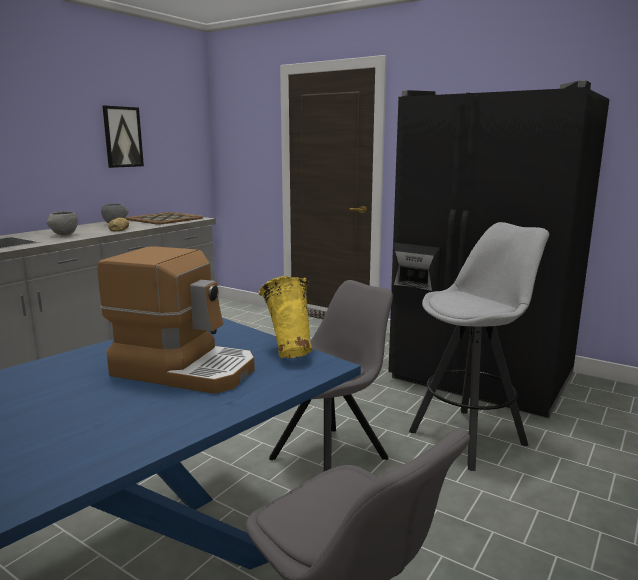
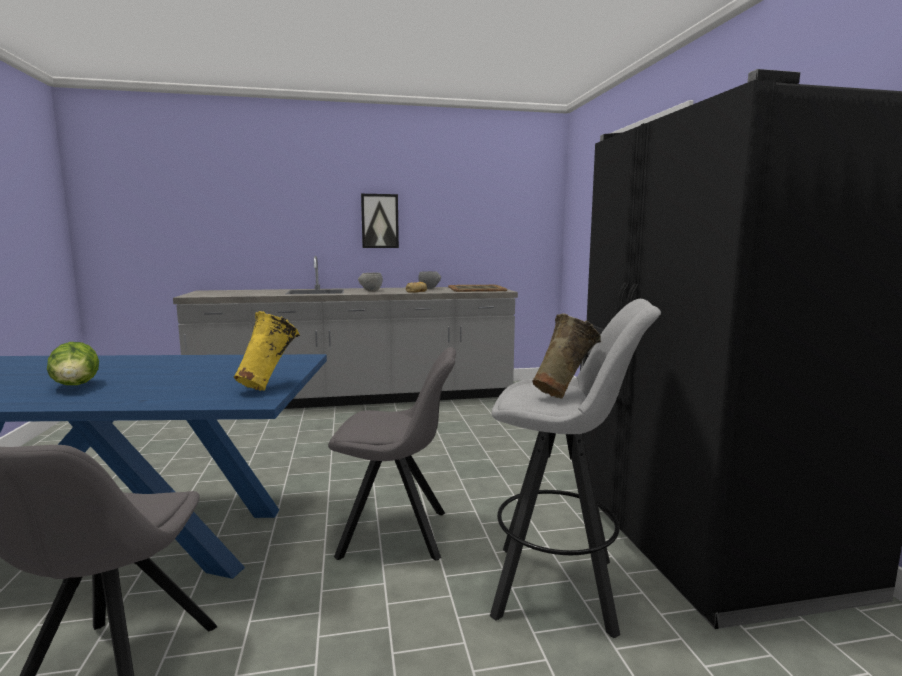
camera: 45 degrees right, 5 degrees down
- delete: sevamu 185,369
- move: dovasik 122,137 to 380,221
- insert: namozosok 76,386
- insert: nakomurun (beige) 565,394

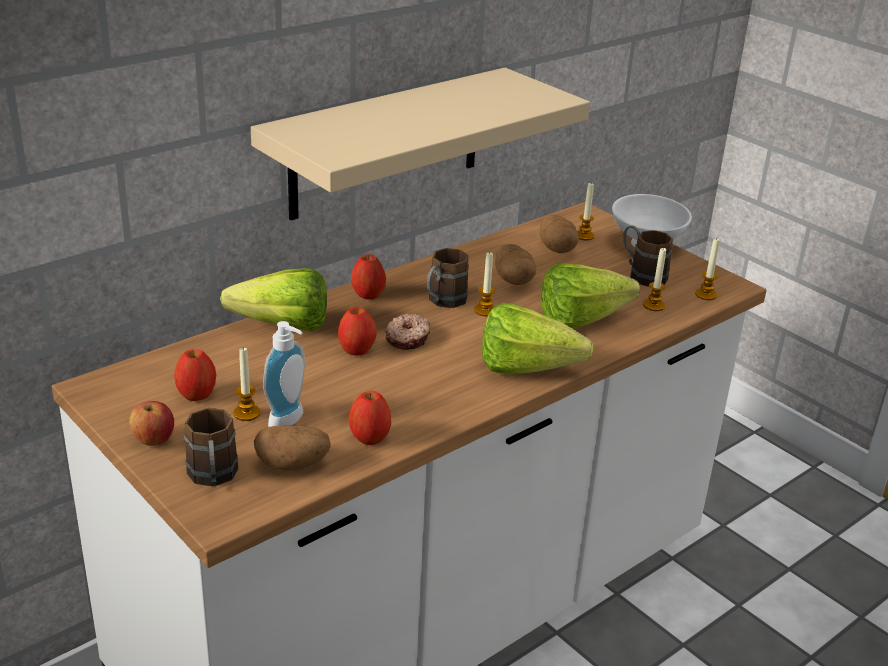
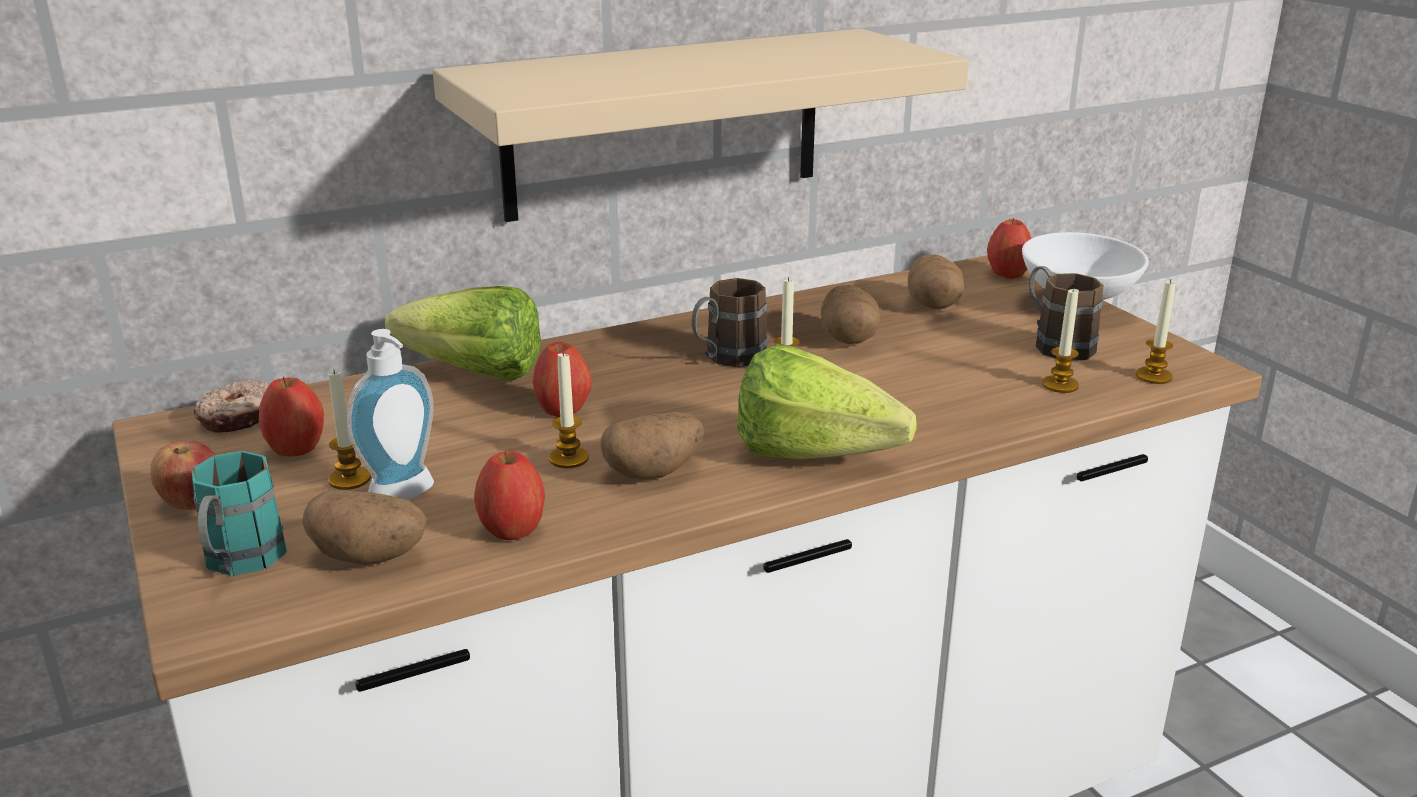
camera: 15 degrees right, 5 degrees down
- recolor: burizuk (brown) 213,478 to burizuk (turquoise) 239,564
- move: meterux 368,295 to 1007,274
- move: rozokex 408,338 to 240,418
- delete: namozosok 589,320
- move: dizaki 584,236 to 569,458
- insert: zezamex 653,472

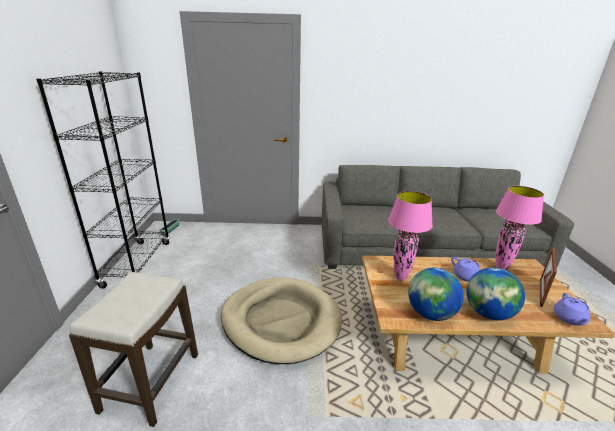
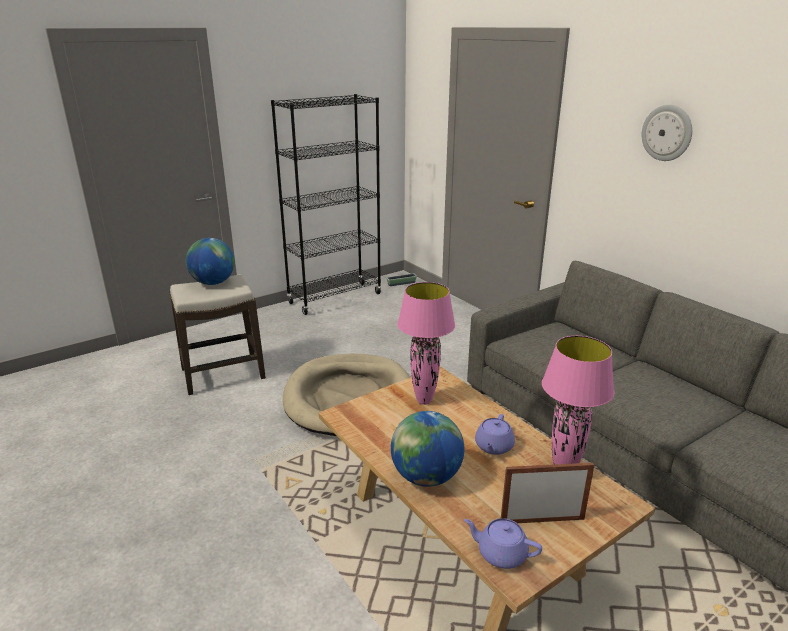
camera: 55 degrees right, 0 degrees up
- move: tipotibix 430,314 to 213,283
- rotate: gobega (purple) 569,318 = 501,553 45 degrees clockwise
- insert: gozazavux 667,133

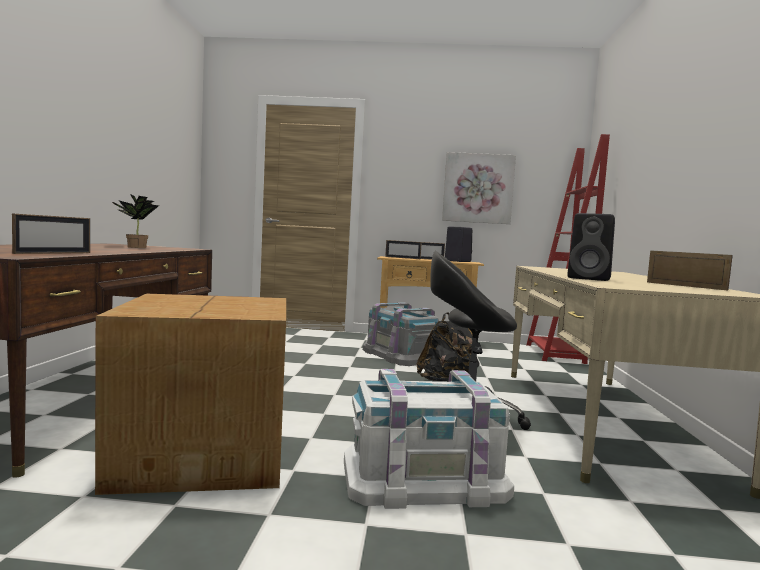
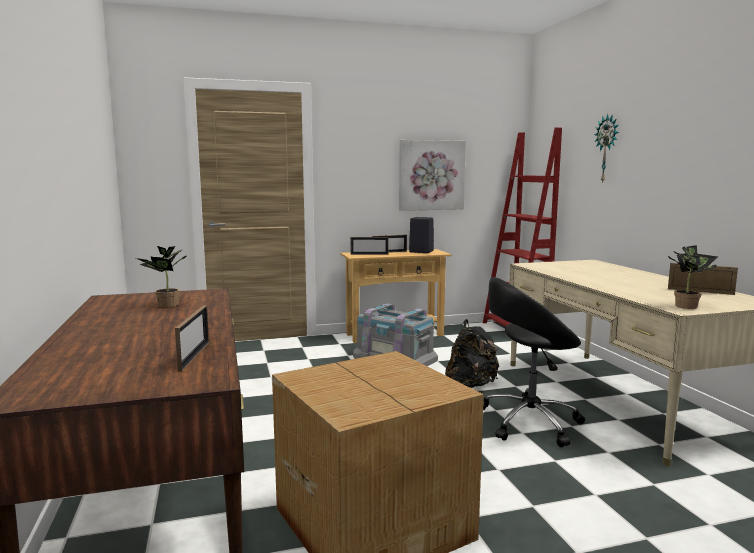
camera: 20 degrees left, 5 degrees up
- delete: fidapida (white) 424,477
- delete: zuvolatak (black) 590,279
- insert: gozazavux 607,148
- insert: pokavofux 687,306

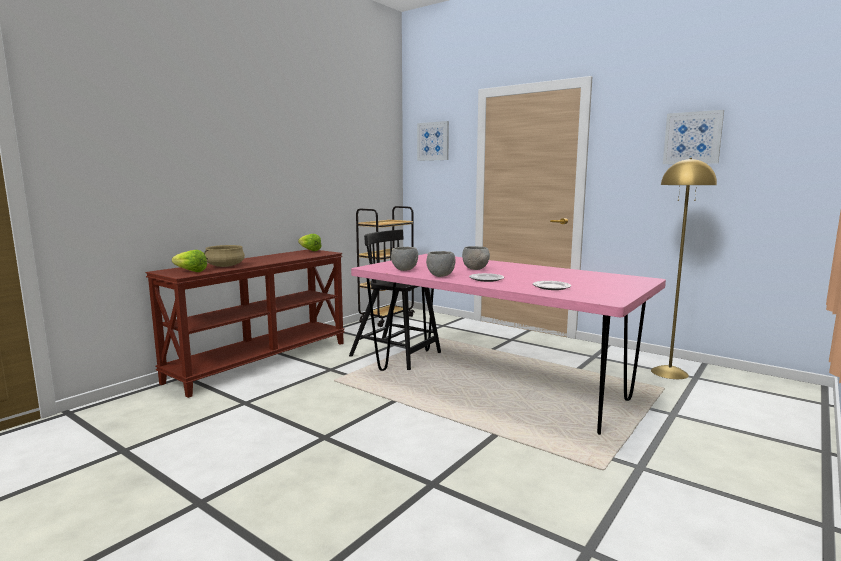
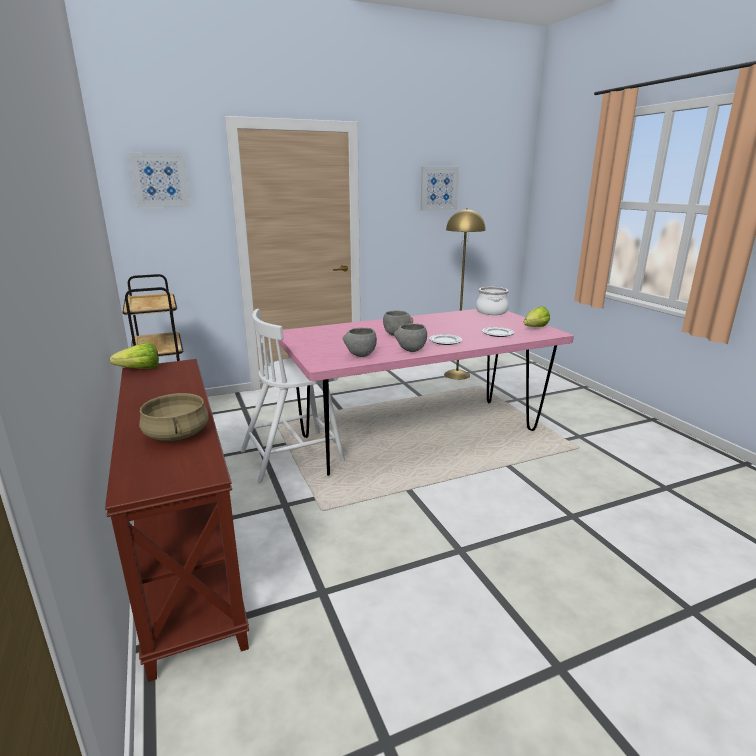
camera: 60 degrees left, 10 degrees up
- move: namozosok 189,271 to 532,328
- recolor: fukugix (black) 397,355 to fukugix (white) 294,455
- insert: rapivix 491,312

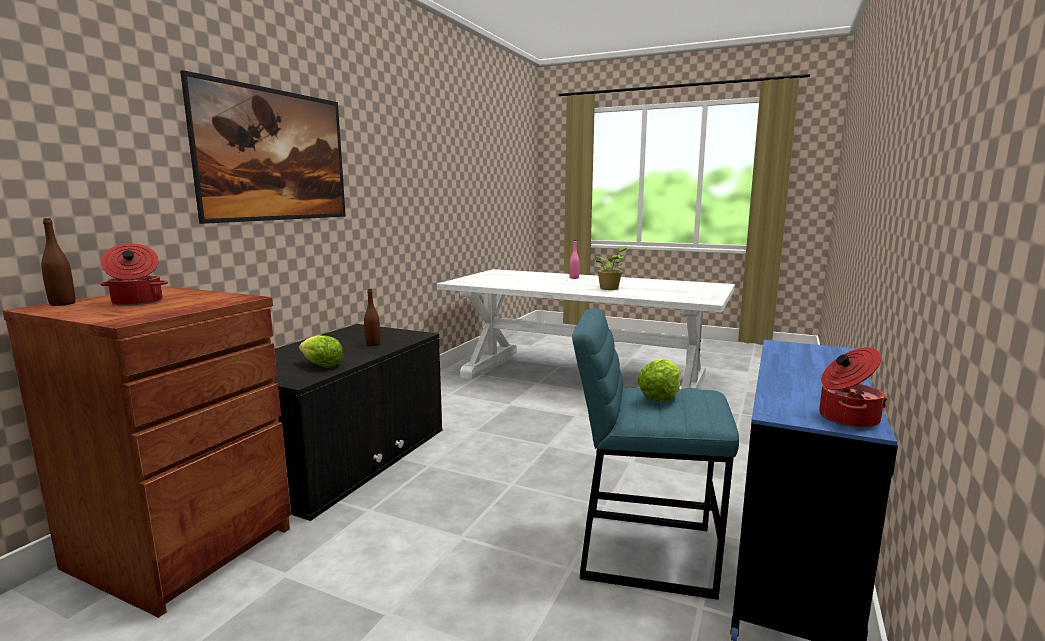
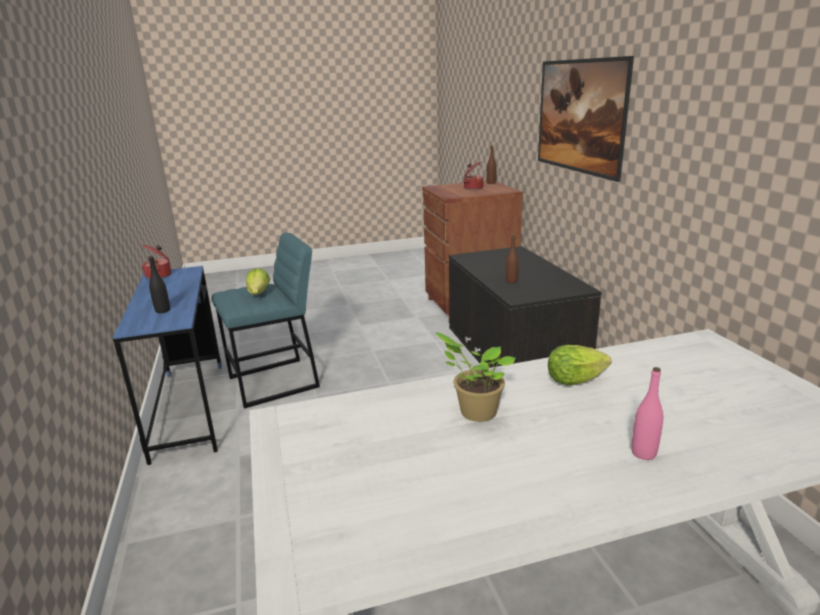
camera: 140 degrees right, 10 degrees up
- move: namozosok 321,365 to 574,380
- insert: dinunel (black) 162,310

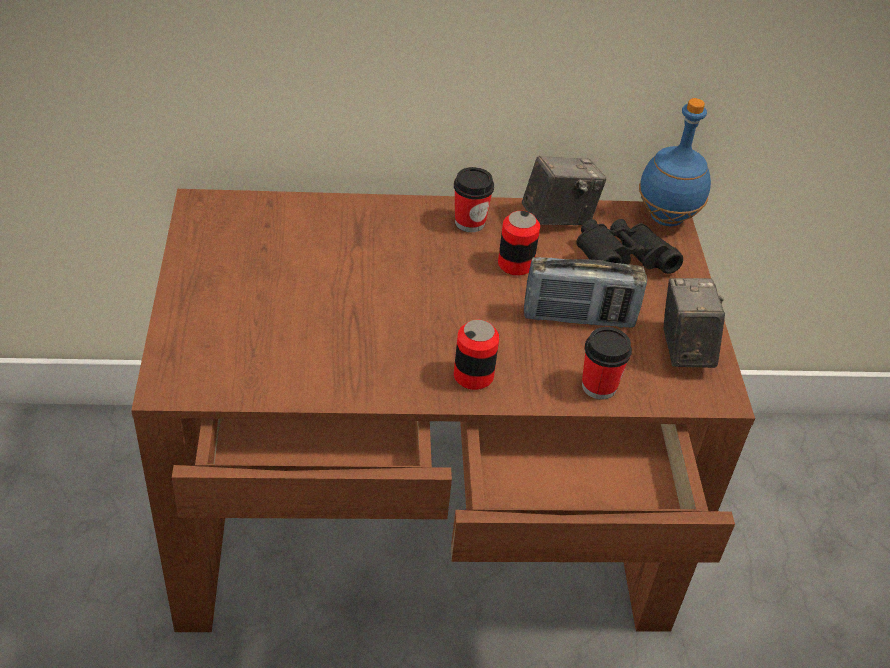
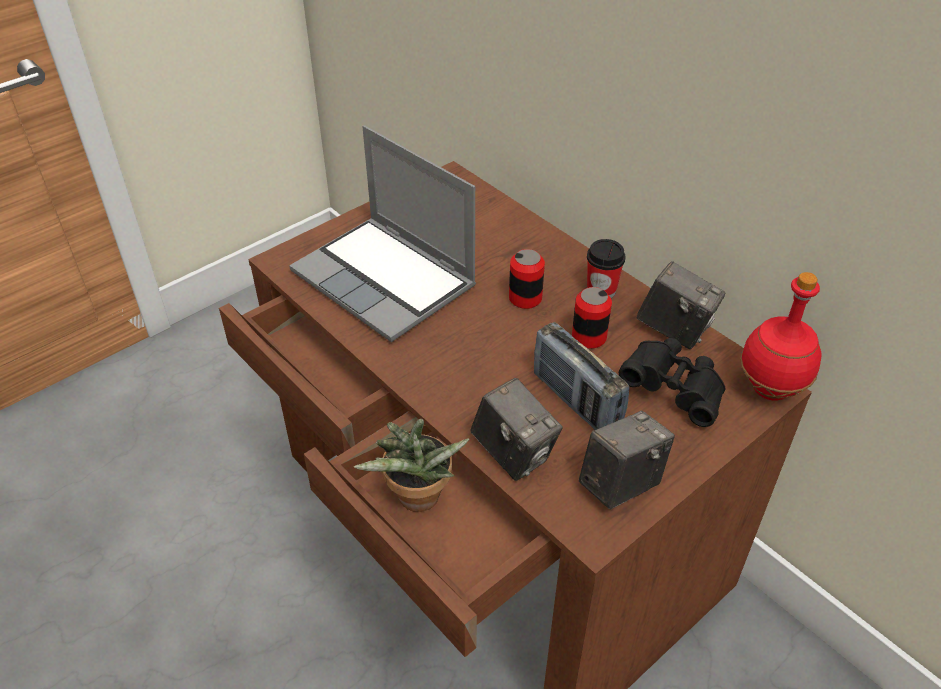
camera: 55 degrees right, 0 degrees up
- move: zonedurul 473,376 to 525,298
- replace: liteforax 599,386 to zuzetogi 514,453
- recolor: dinunel (blue) 665,217 to dinunel (red) 769,388
- insert: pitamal 387,280
- insert: pokavofux 417,501

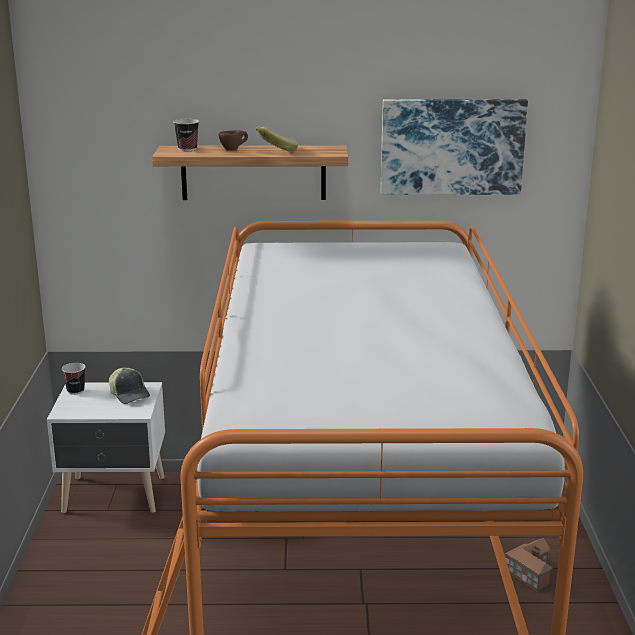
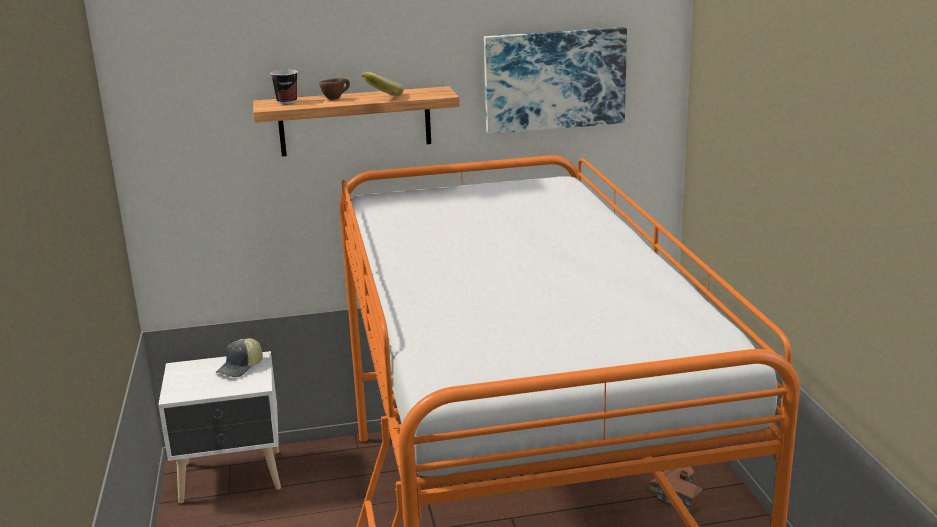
camera: 10 degrees left, 0 degrees up
- delete: liteforax 75,391
- rotate: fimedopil 130,394 = 241,368 75 degrees clockwise

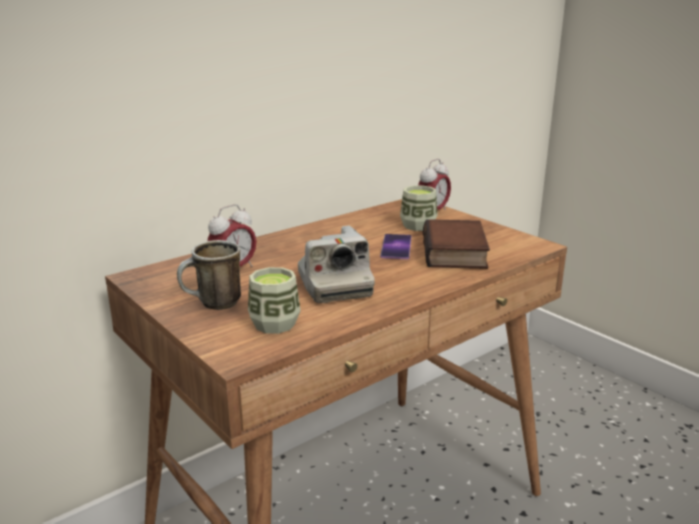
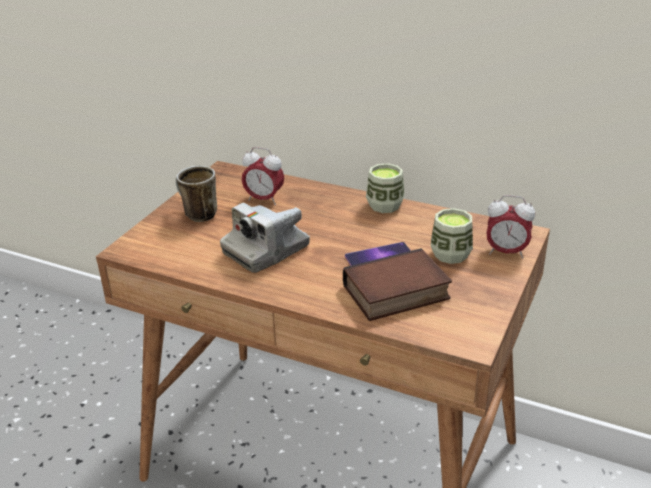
camera: 65 degrees right, 10 degrees up
- move: liteforax 274,324 to 385,205

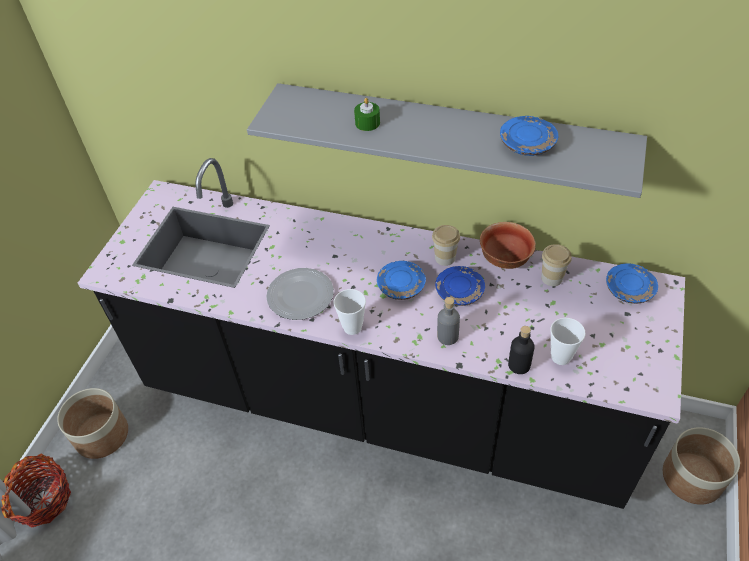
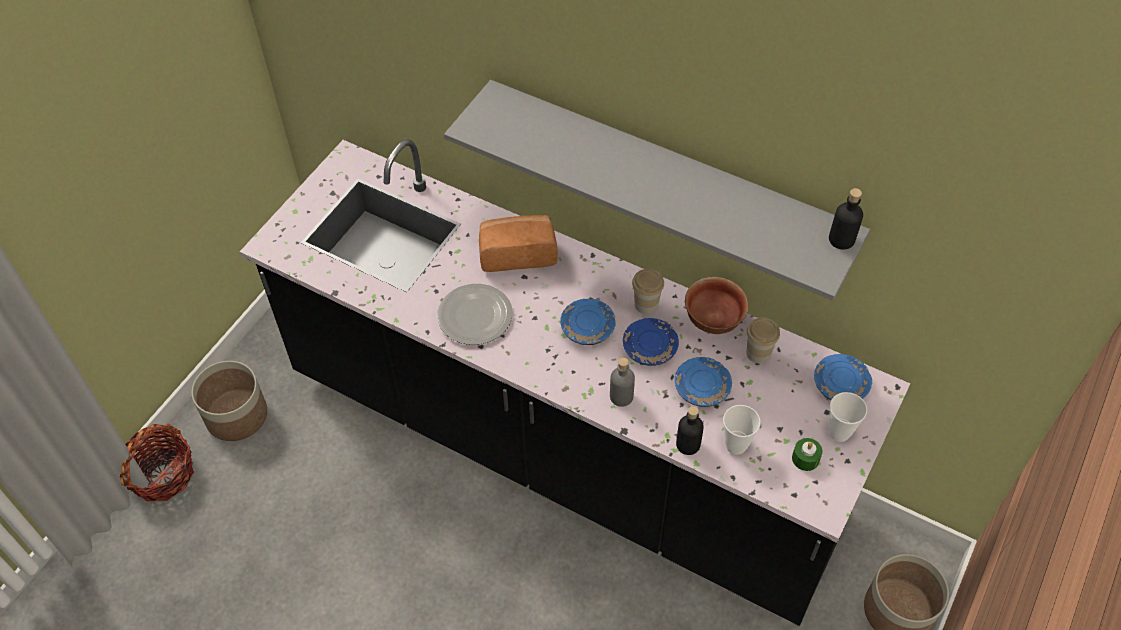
camera: 10 degrees right, 5 degrees up
- move: liteforax 352,327 to 839,432
- move: dizaki (green) 367,123 to 805,458
- move: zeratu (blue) 527,144 to 702,388
- insert: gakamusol 517,253
- insert: dinunel (black) 841,239

